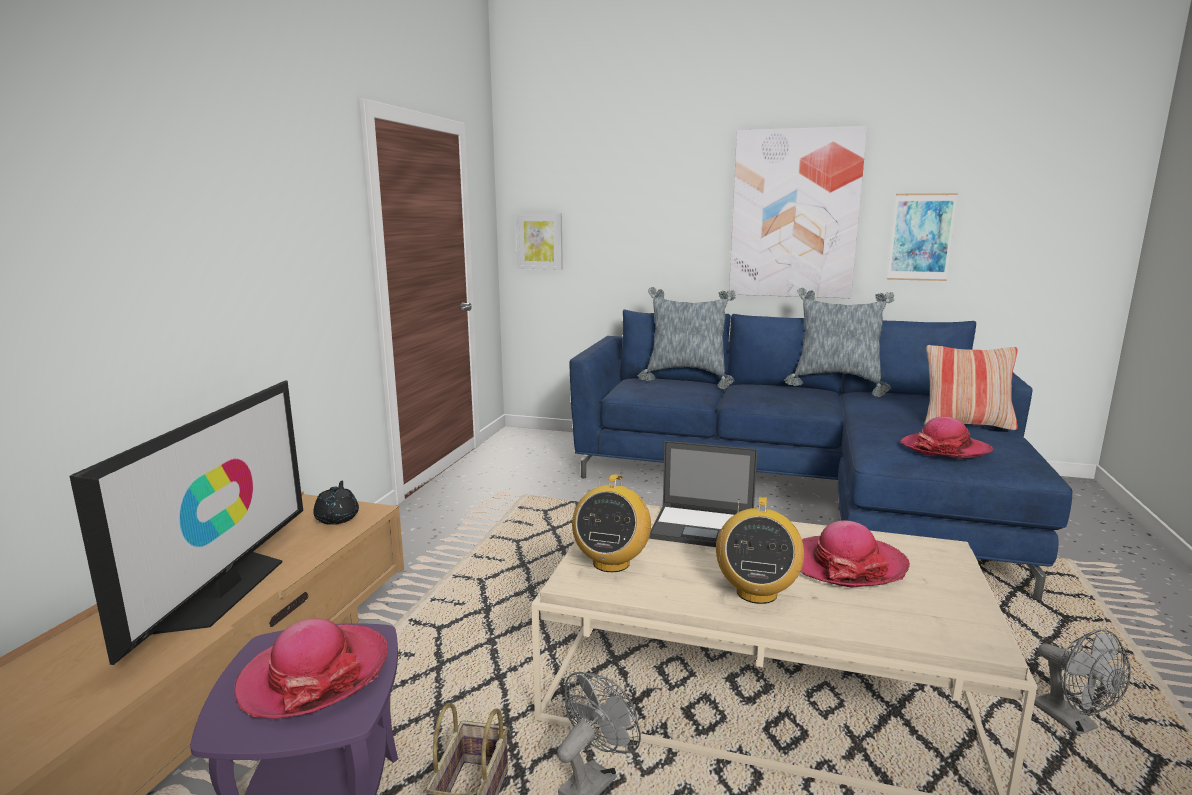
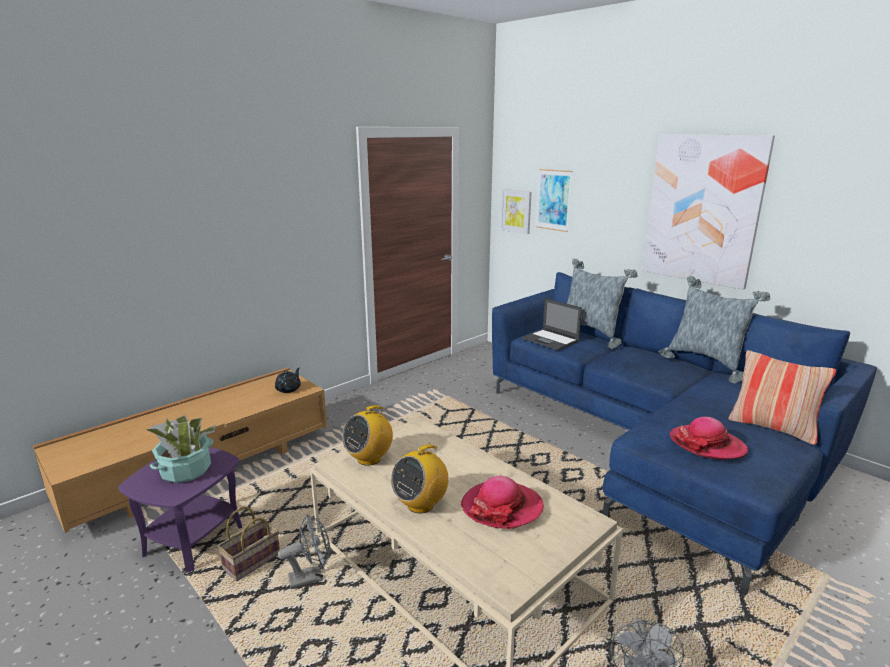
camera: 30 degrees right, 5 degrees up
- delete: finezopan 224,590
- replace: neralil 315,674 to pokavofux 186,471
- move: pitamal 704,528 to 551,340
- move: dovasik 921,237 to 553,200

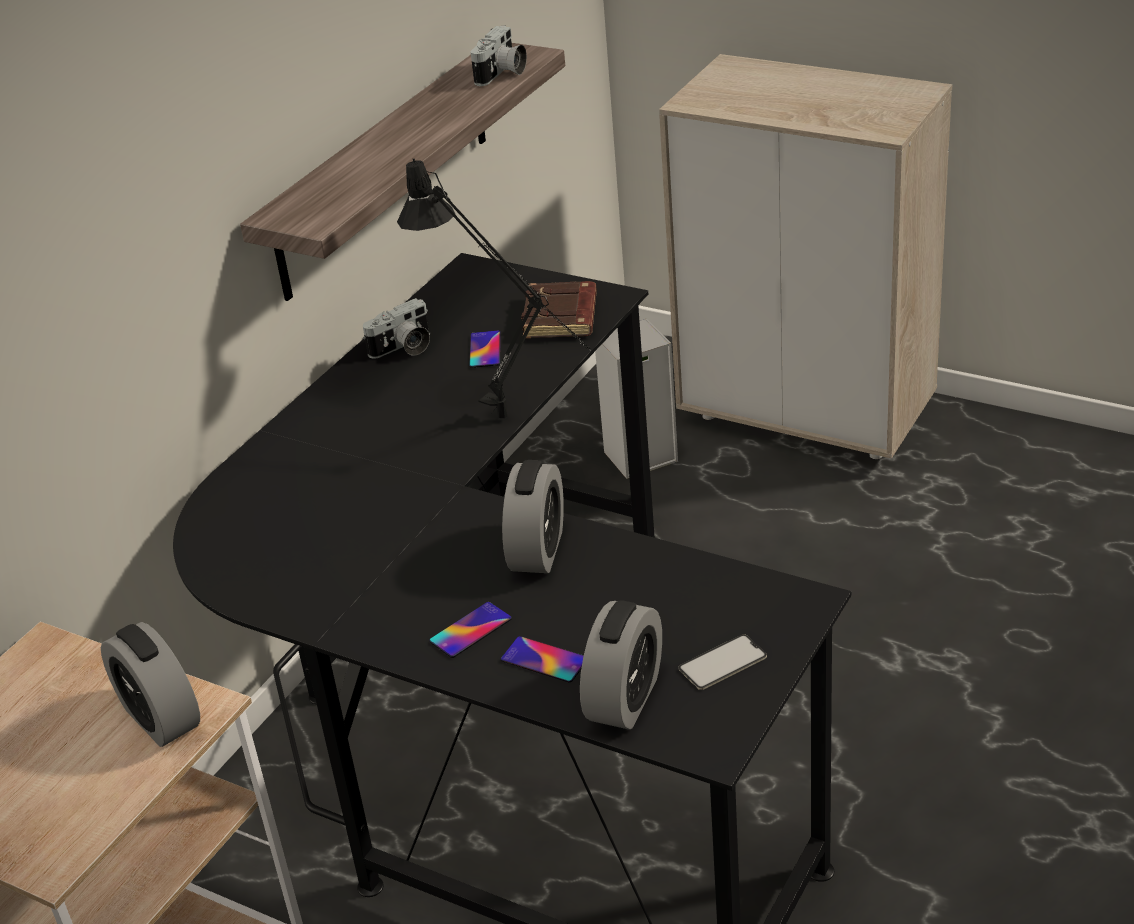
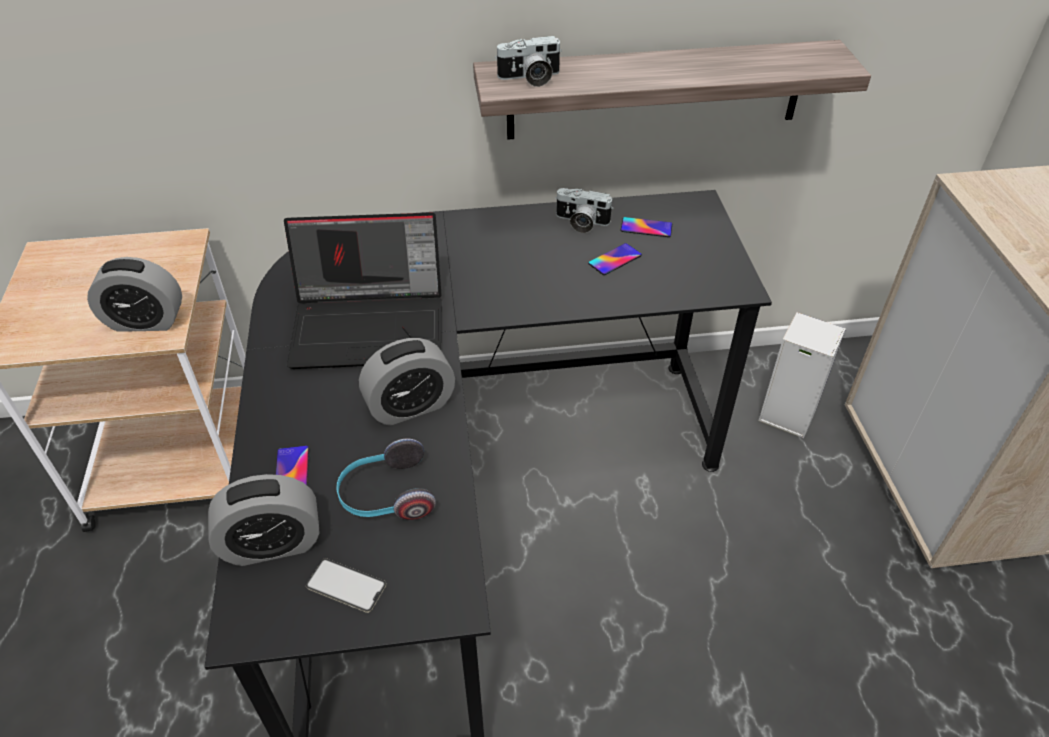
camera: 50 degrees right, 10 degrees up
- rotate: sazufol 160,718 = 145,321 105 degrees counterclockwise
- delete: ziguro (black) 514,423
- move: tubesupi 470,630 to 646,227
- move: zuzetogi 502,74 to 530,78
- delete: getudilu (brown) 561,317
- insert: pitamal 371,325
- insert: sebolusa 386,496

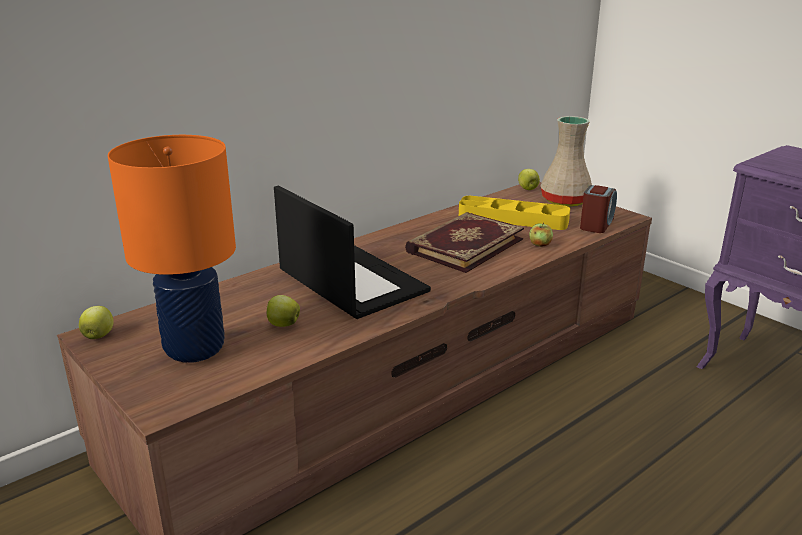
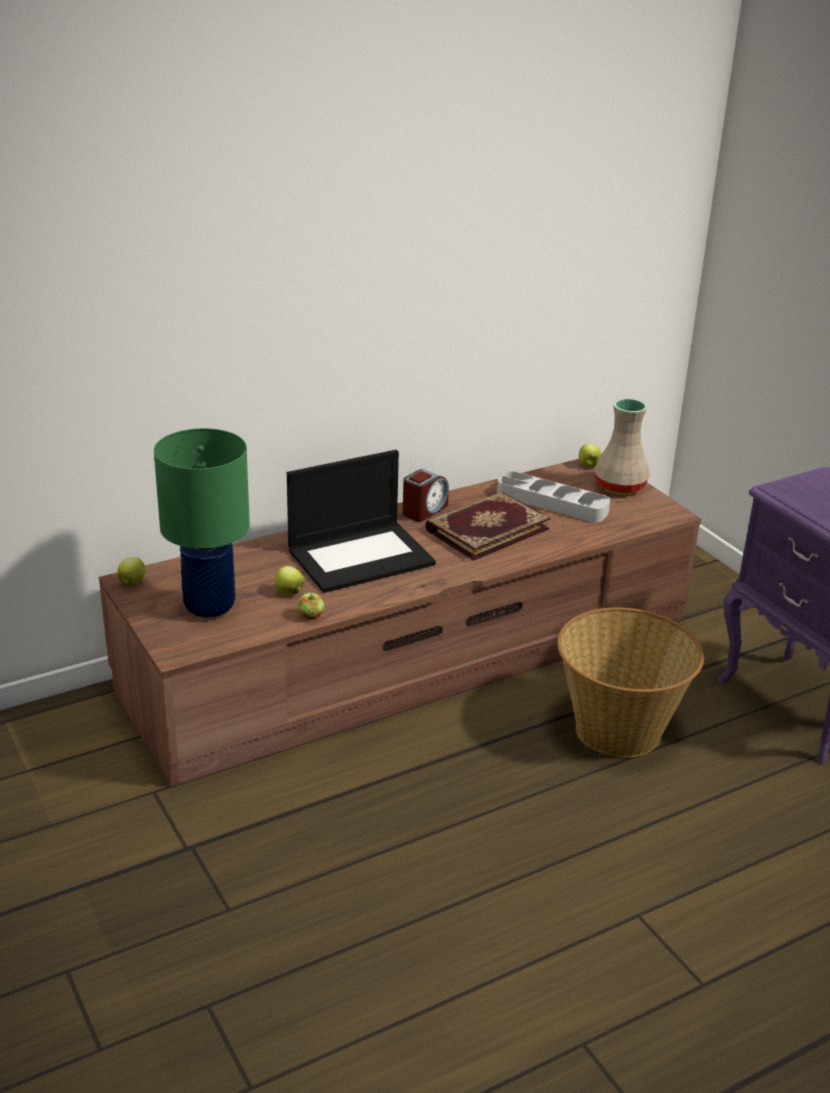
camera: 10 degrees right, 5 degrees up
- recolor: ziguro (orange) 194,352 to ziguro (green) 209,608
- rotate: pitamal 350,282 = 361,556 90 degrees clockwise
- recolor: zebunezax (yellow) 513,219 to zebunezax (grey) 552,503
- move: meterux 540,244 to 311,615
- move: sazufol 596,224 to 424,510
- insert: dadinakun 618,729

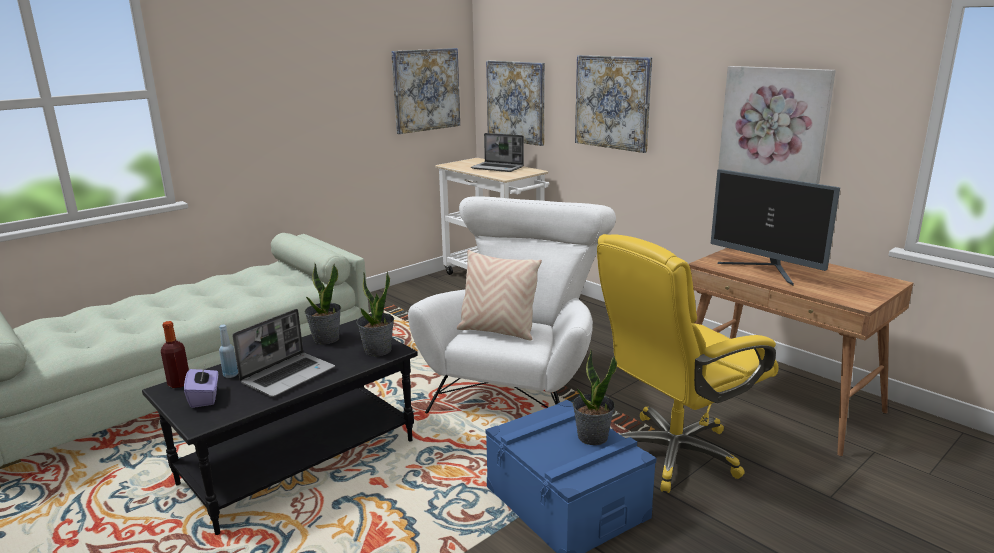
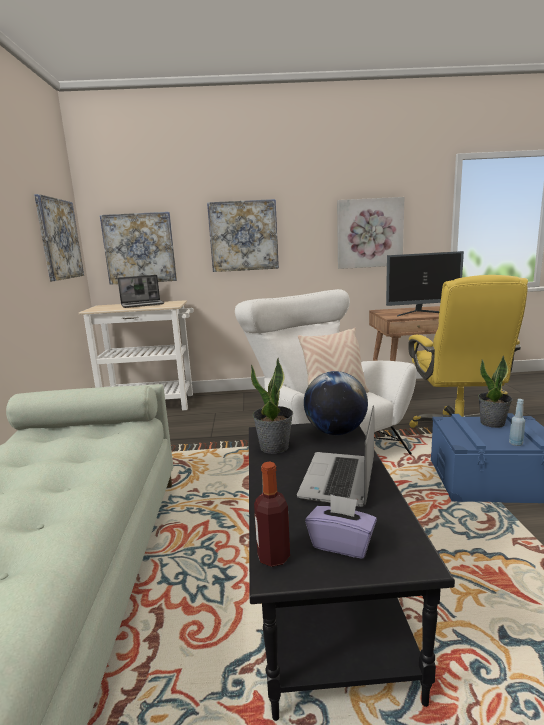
camera: 50 degrees left, 5 degrees down
- move: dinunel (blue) 231,375 to 515,443
- rotate: pitamal 288,375 = 339,480 150 degrees counterclockwise
- replace: pokavofux 378,350 to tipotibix 335,432

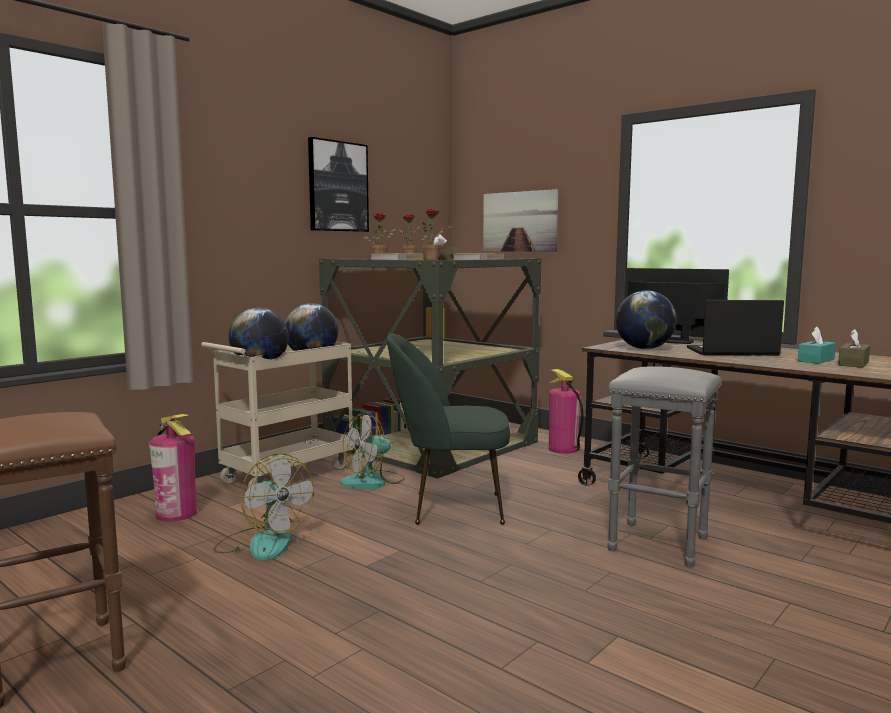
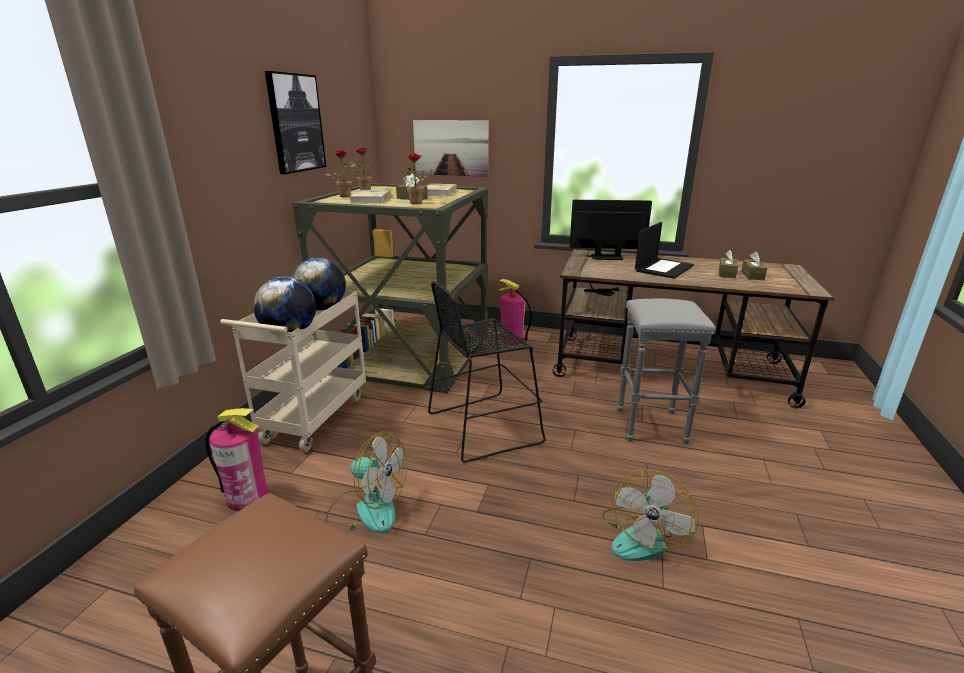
camera: 25 degrees left, 15 degrees up
- move: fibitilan 373,481 to 642,536
- replace: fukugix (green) 448,508 to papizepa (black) 485,426
- delete: tipotibix 644,348
- rotate: pitamal 731,352 = 663,268 150 degrees clockwise
- recolor: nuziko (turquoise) 816,360 to nuziko (brown) 726,273

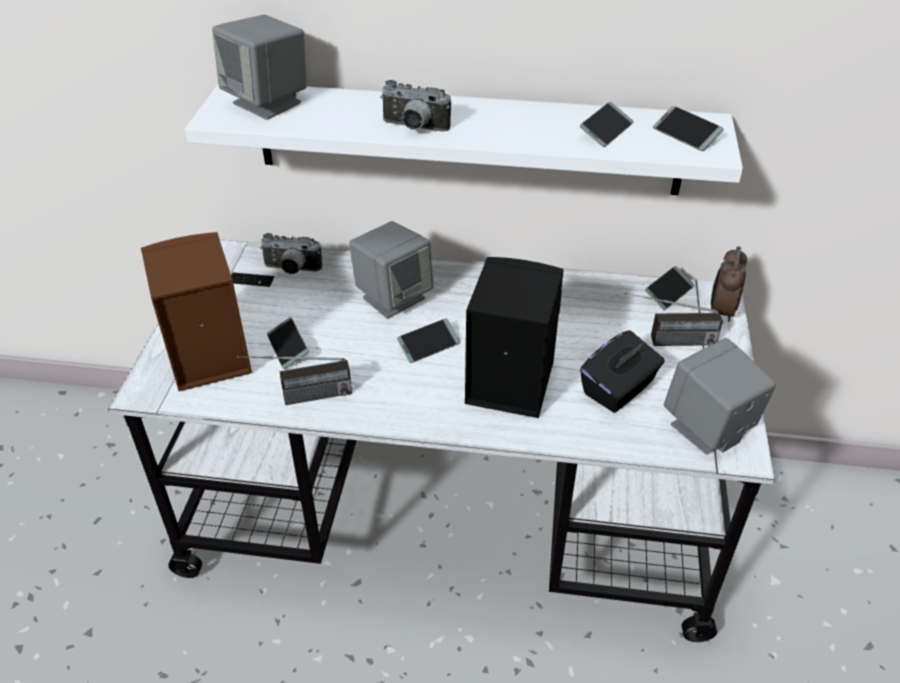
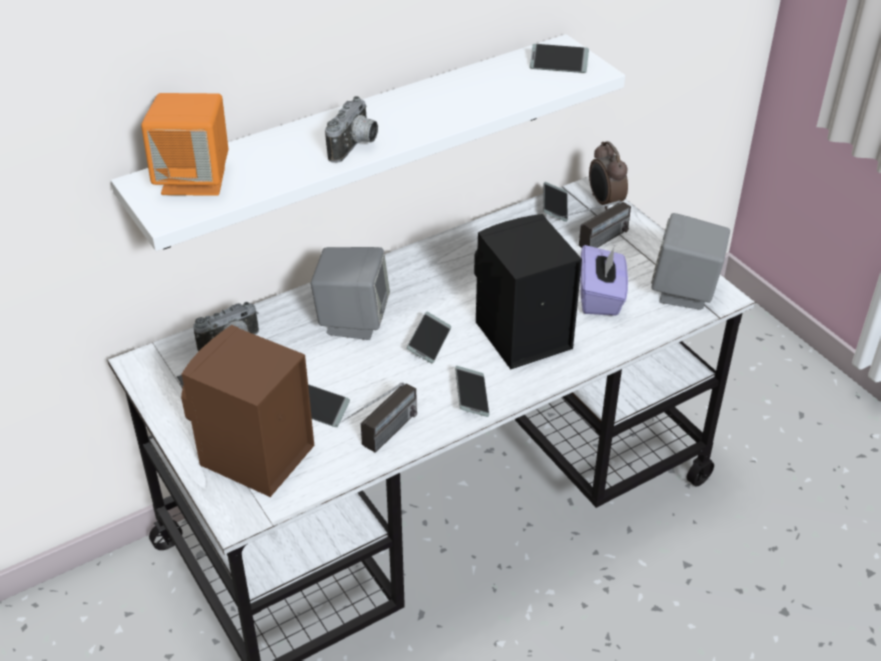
camera: 40 degrees left, 0 degrees up
- recolor: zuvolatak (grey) 268,103 to zuvolatak (orange) 195,180
- rotate: zuzetogi 414,128 = 356,146 45 degrees counterclockwise
- move: tubesupi 606,130 to 471,396
- recolor: nuziko (black) 618,389 to nuziko (purple) 601,297

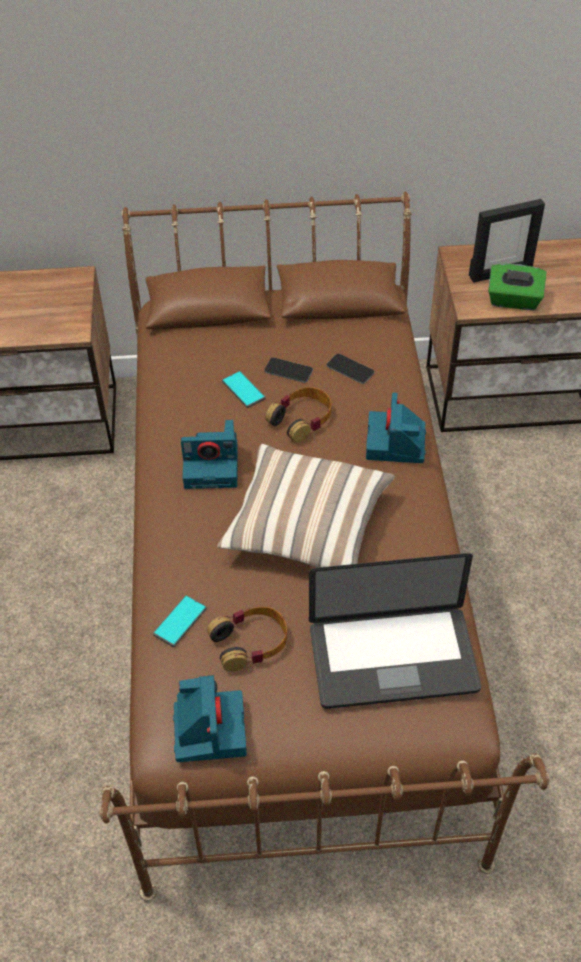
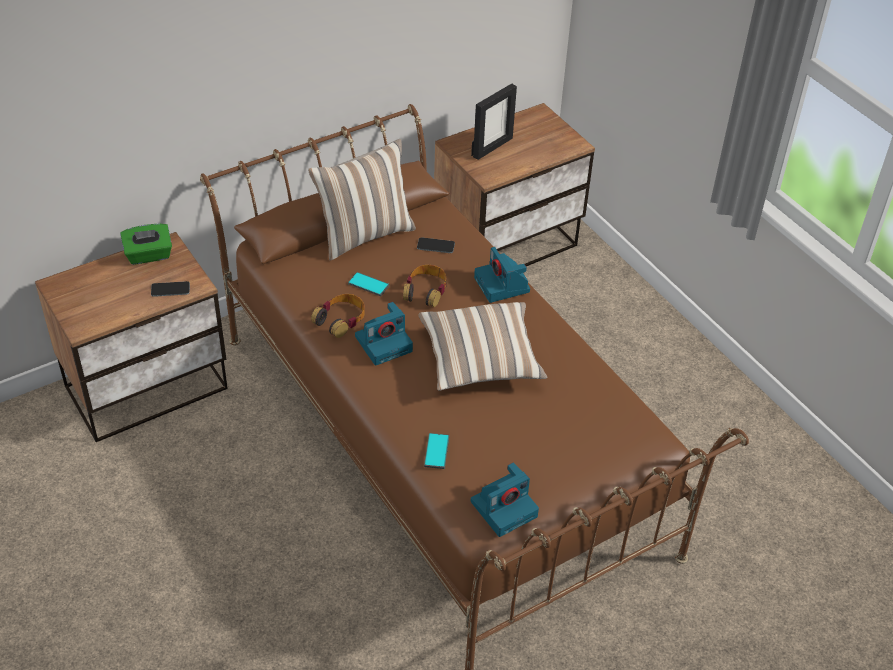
camera: 30 degrees left, 5 degrees down
- rotate: zuzetogi 209,728 = 504,508 90 degrees clockwise
- move: sebolusa 250,642 to 340,319
- move: tubesupi 288,370 to 170,289
- delete: pitamal 393,659
- move: nuziko (green) 513,300 to 149,255
- insert: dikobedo 364,234

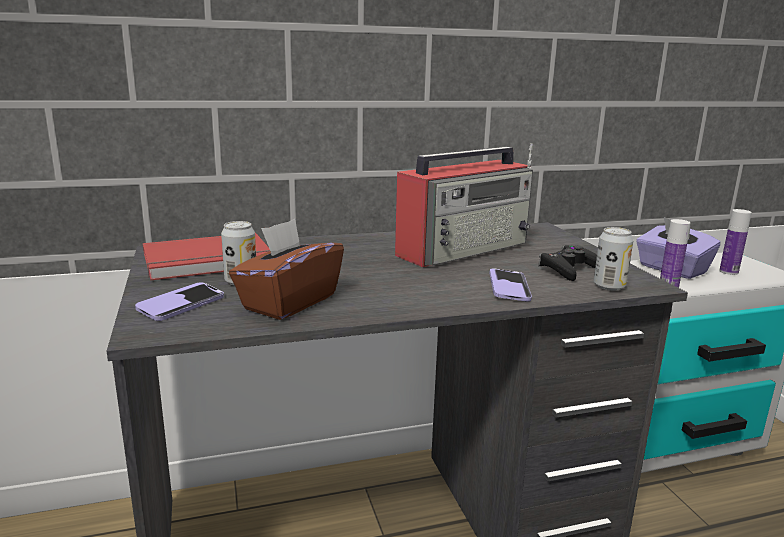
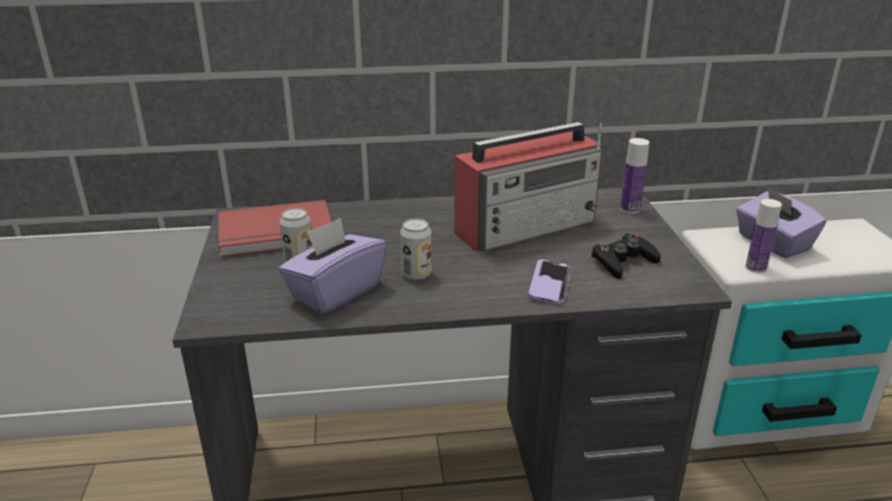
camera: 10 degrees right, 10 degrees up
- delete: tubesupi 181,304
- recolor: nuziko (brown) 289,302 to nuziko (purple) 335,292
- move: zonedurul 609,286 to 416,274
- move: dinunel 728,272 to 630,209

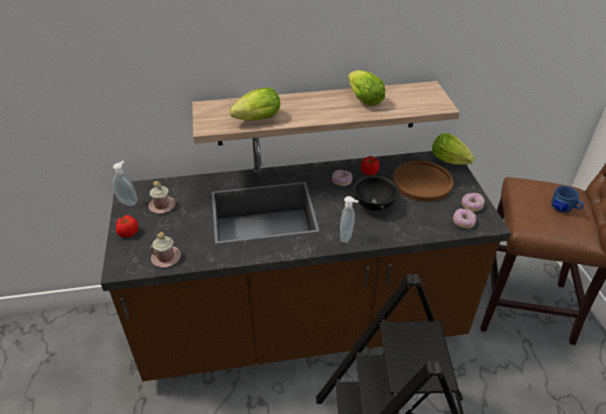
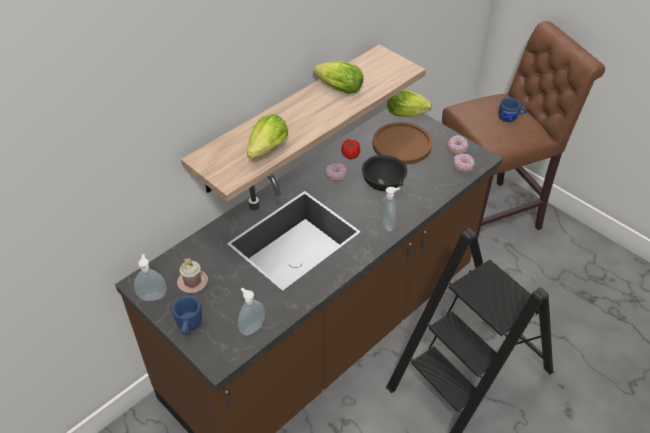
camera: 35 degrees left, 5 degrees up
- replace: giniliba 128,233 to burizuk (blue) 188,325
- replace: burizuk (pink) 166,257 to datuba 251,328

